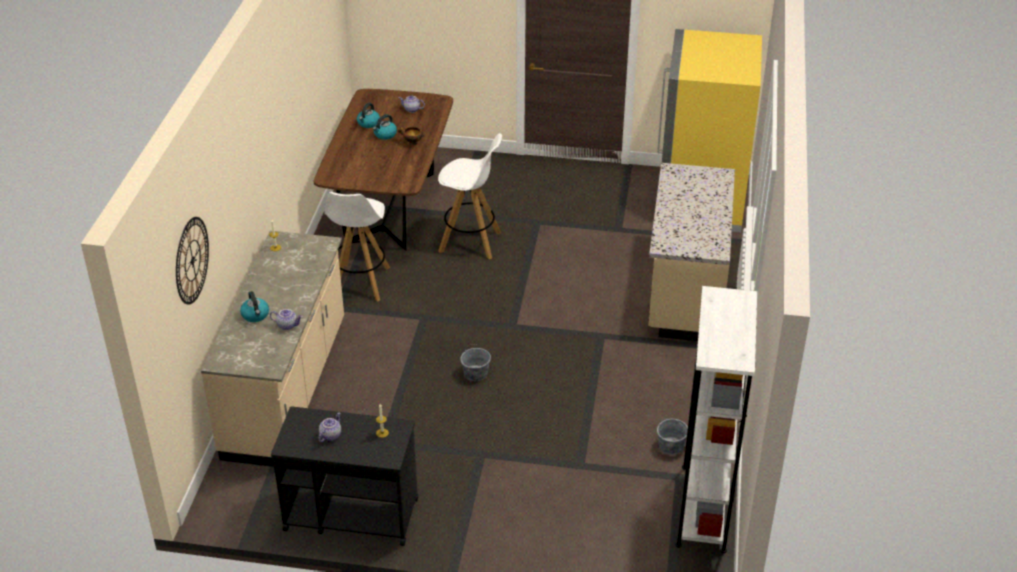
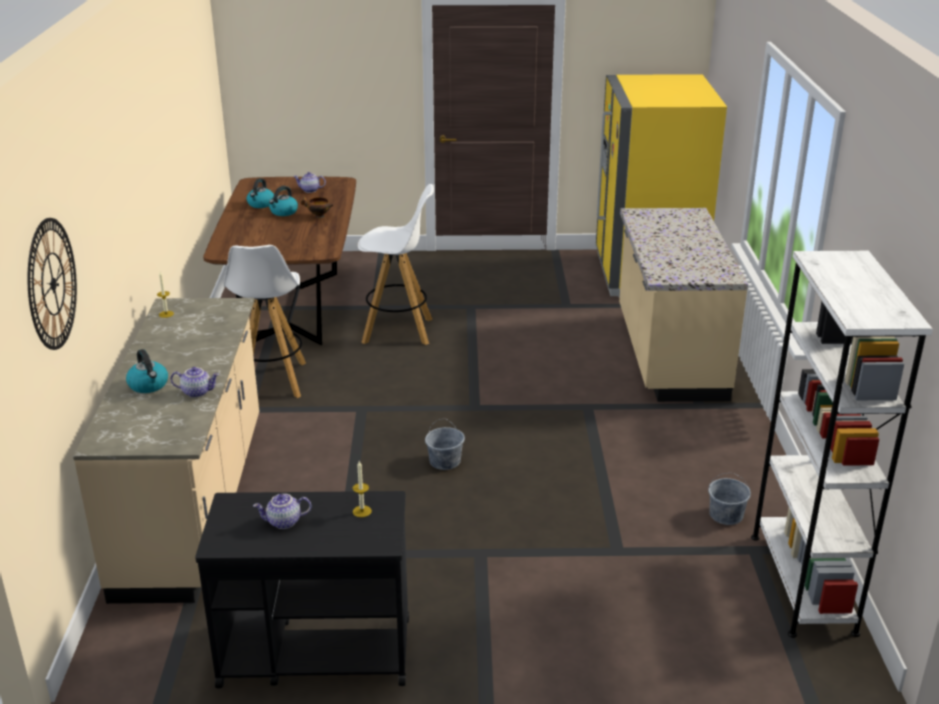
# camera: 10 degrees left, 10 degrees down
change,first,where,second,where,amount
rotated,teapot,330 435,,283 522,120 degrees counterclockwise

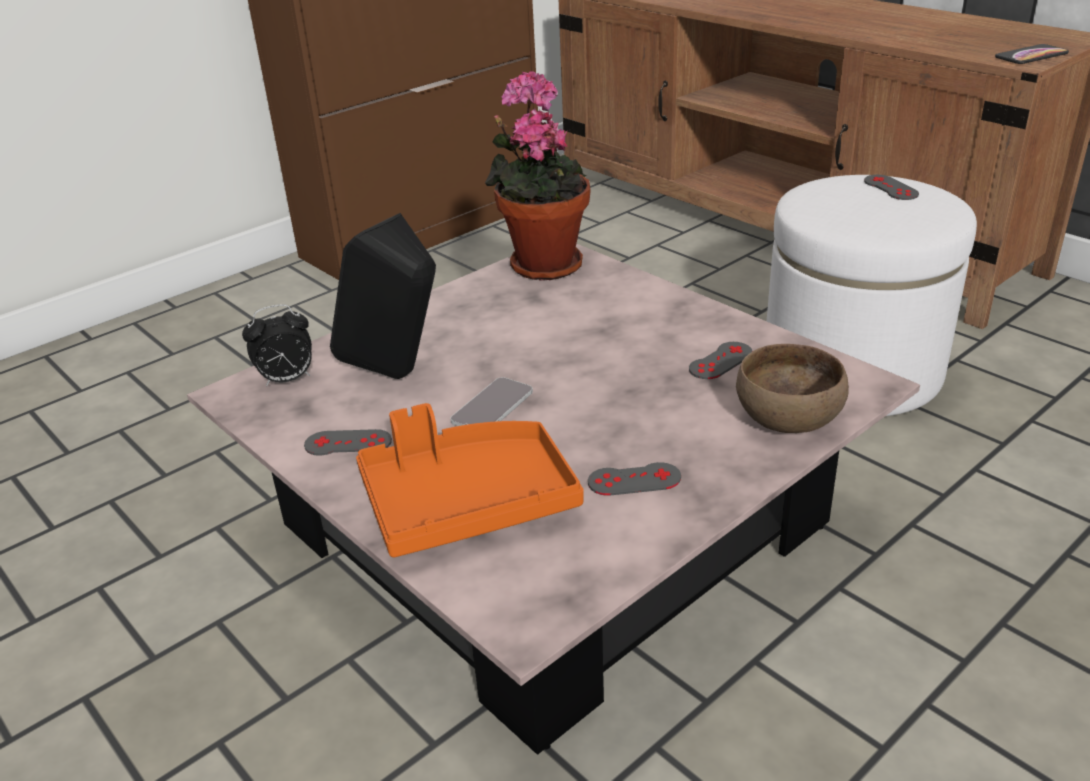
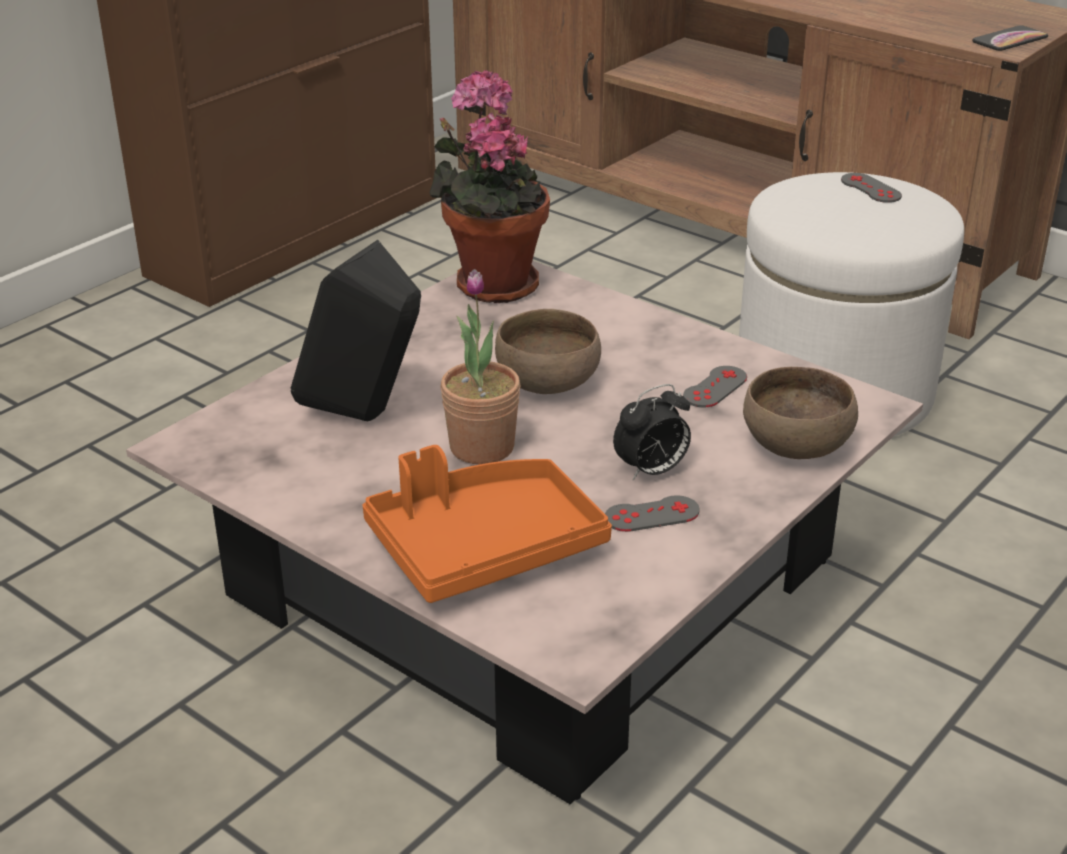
# camera: 10 degrees left, 0 degrees up
change,first,where,second,where,amount
shifted,alarm clock,287 380,,651 471,
gone,game controller/grey,348 443,,,
swapped,phone,492 407,potted plant,482 447,
new,,,bowl/brown,548 382,

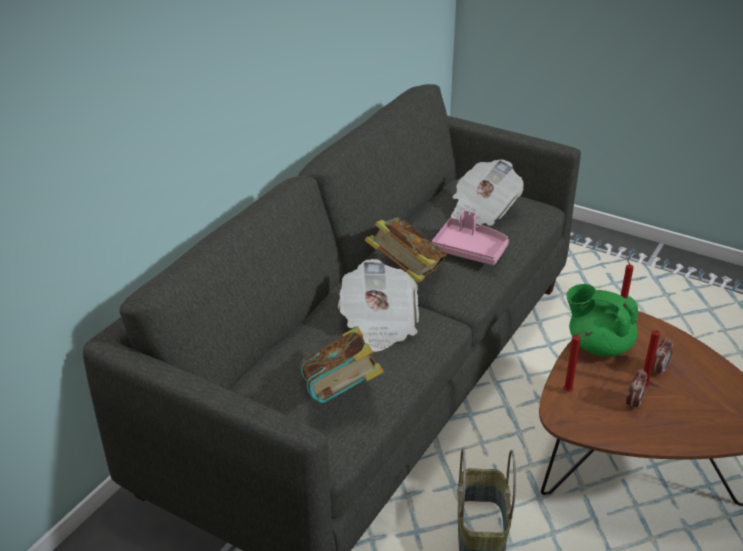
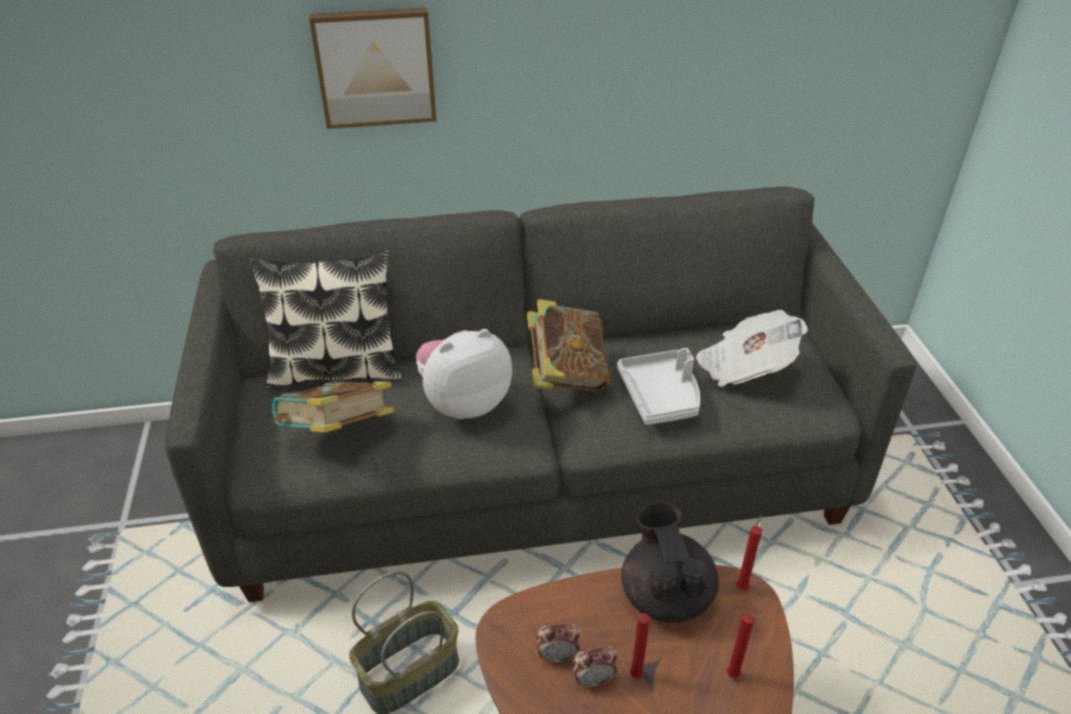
# camera: 50 degrees right, 5 degrees up
change,first,where,second,where,amount
swapped,newspaper,379 324,plush toy,464 402,
repainted,tray/pink,470 250,tray/grey,661 396,
shifted,candle/red,569 391,,734 677,
repainted,teapot/green,598 345,teapot/black,665 594,
shifted,alarm clock,658 371,,558 656,
new,,,pillow,336 369,
new,,,picture,375 67,

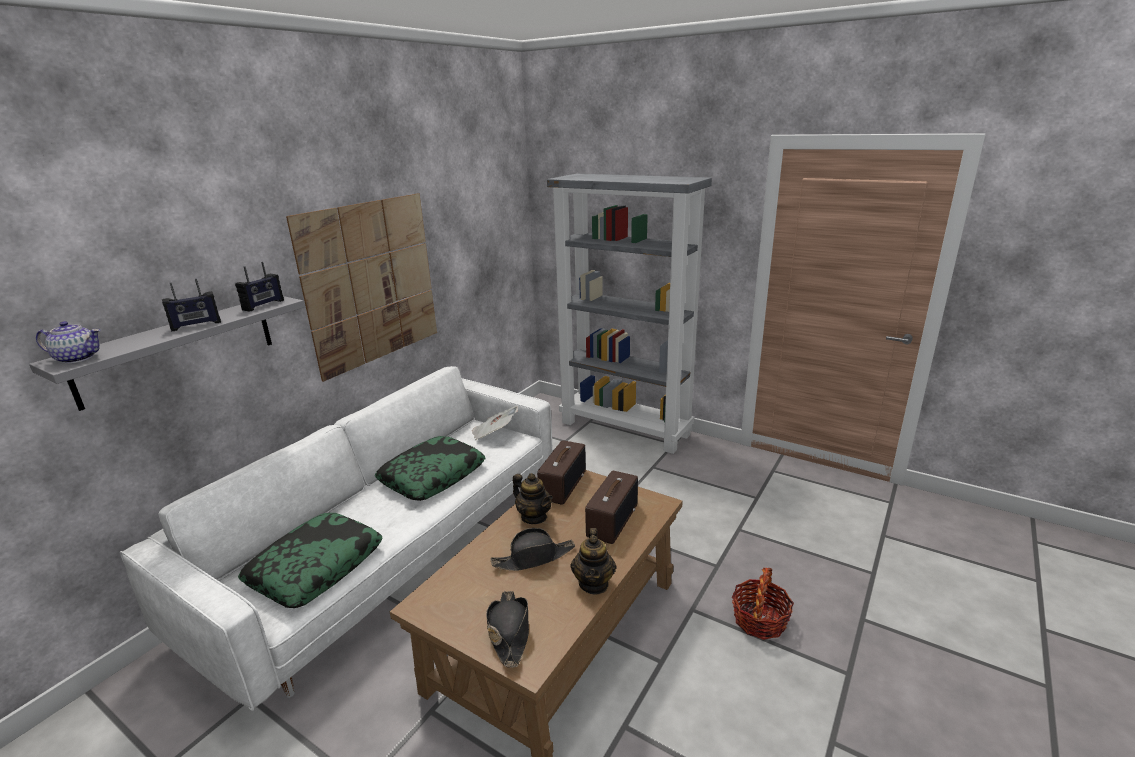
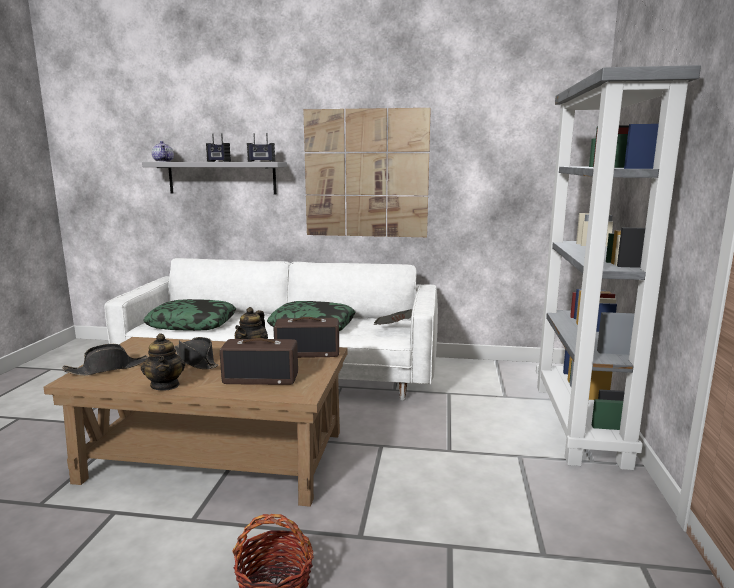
# camera: 65 degrees right, 10 degrees down
change,first,where,second,where,amount
rotated,teapot,594 583,,165 385,90 degrees counterclockwise

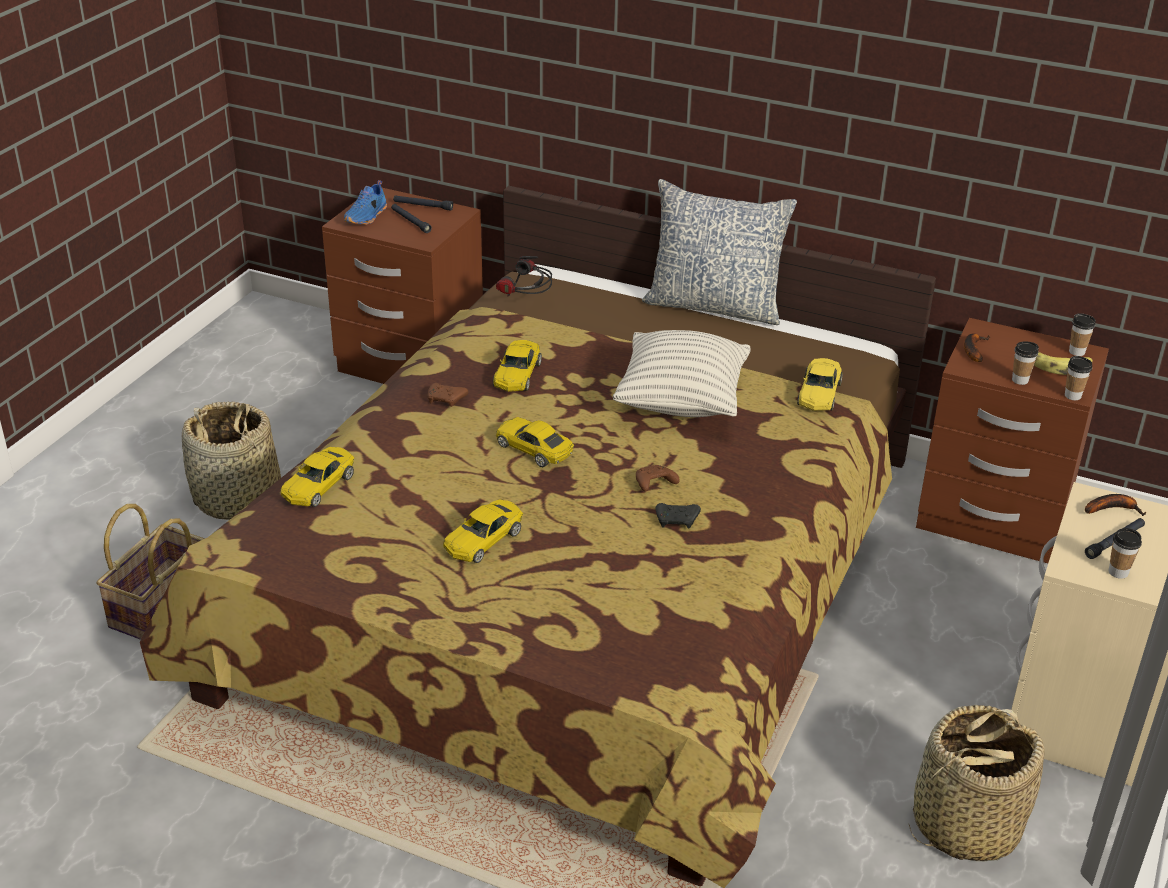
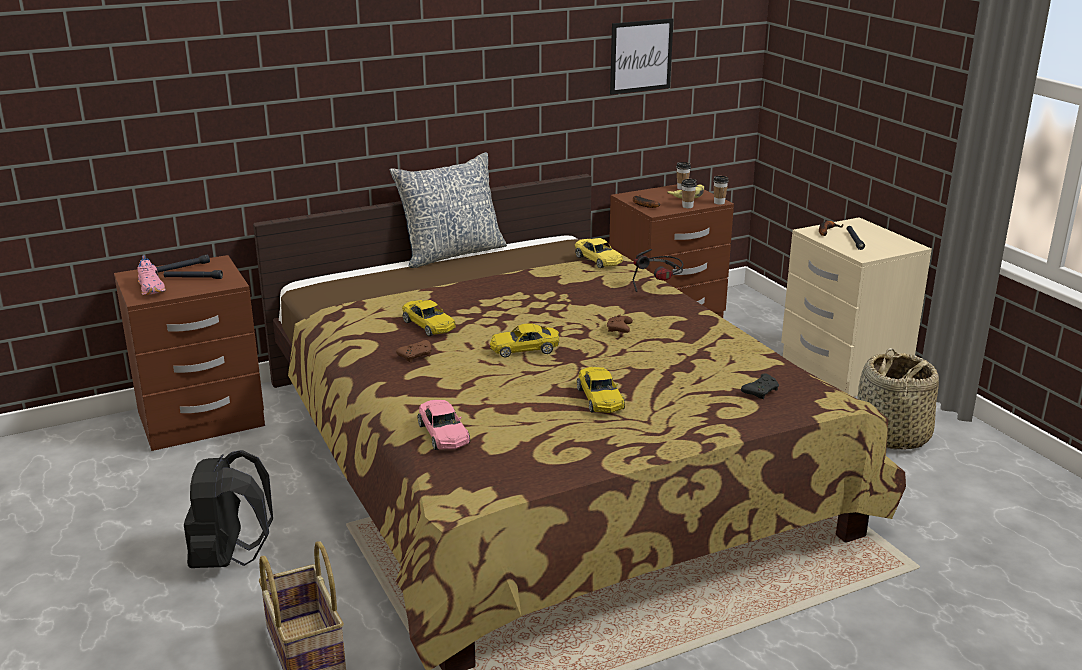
# camera: 50 degrees left, 10 degrees down
change,first,where,second,where,amount
swapped,basket,238 499,backpack/black,229 558,
repainted,toy car/yellow,318 485,toy car/pink,443 433,
repainted,shoe/blue,367 217,shoe/pink,152 288,
shifted,headphones,526 305,,659 291,
gone,pillow,681 402,,,
shifted,game controller/black,677 521,,761 391,
gone,cup,1118 572,,,
new,,,picture,641 56,

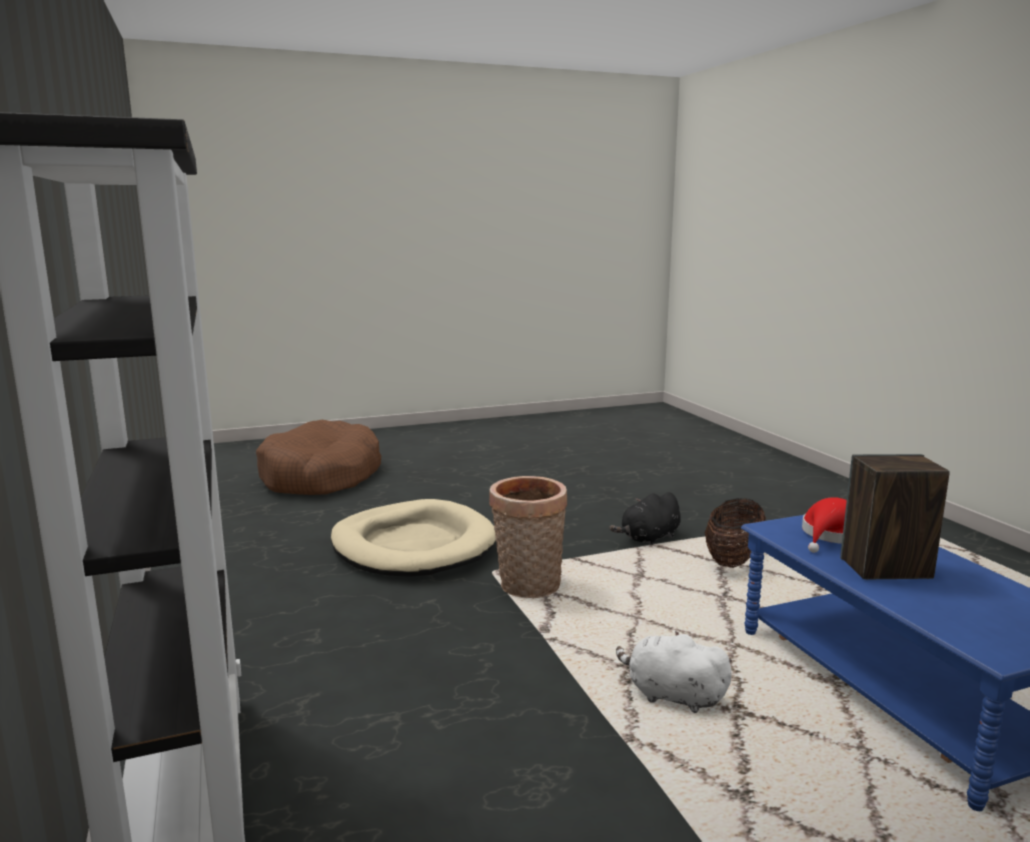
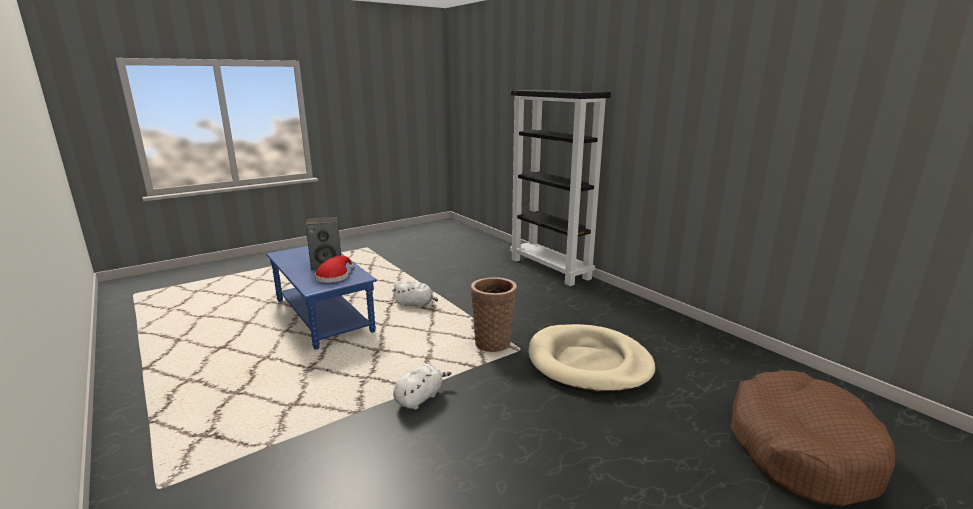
# camera: 165 degrees right, 5 degrees up
change,first,where,second,where,amount
repainted,plush toy/black,649 538,plush toy/white,420 398,
gone,basket,733 559,,,

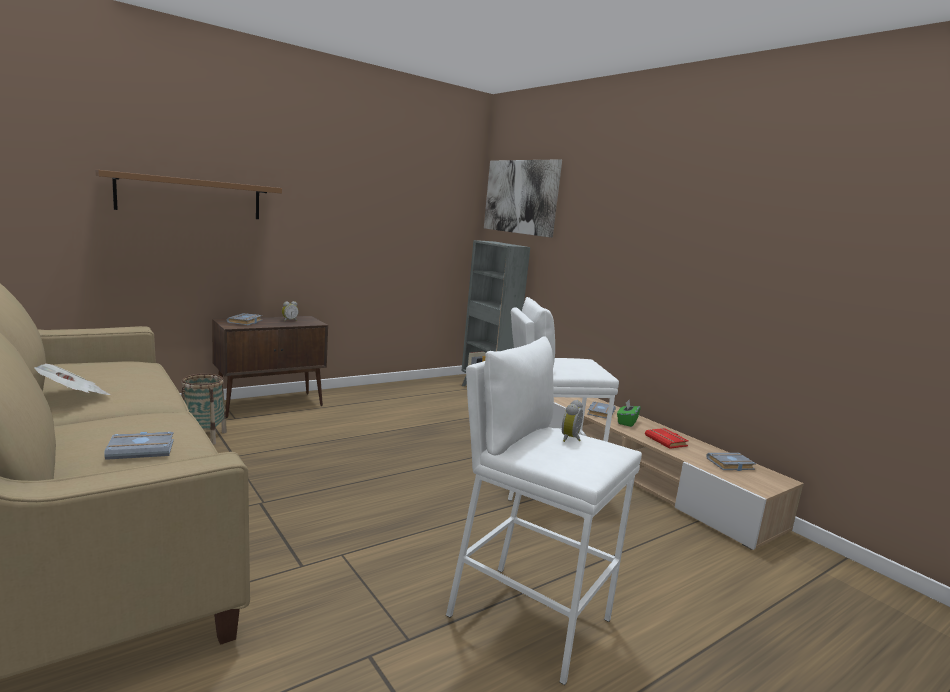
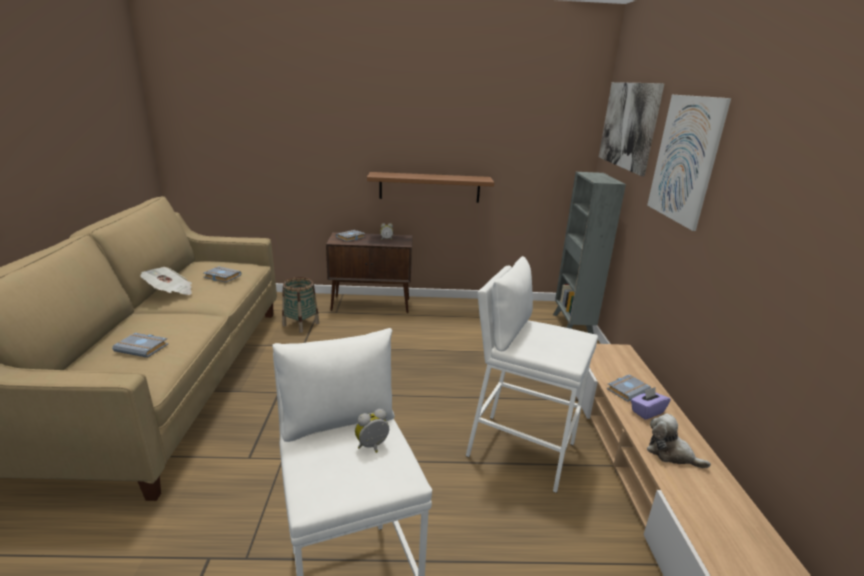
# camera: 35 degrees right, 10 degrees up
change,first,where,second,where,amount
shifted,shelf/brown,190 197,,429 187,
repainted,tissue box/green,626 422,tissue box/purple,647 411,
swapped,book/red,667 441,plush toy,671 453,
shifted,book/grey,730 465,,221 277,
new,,,picture,685 159,

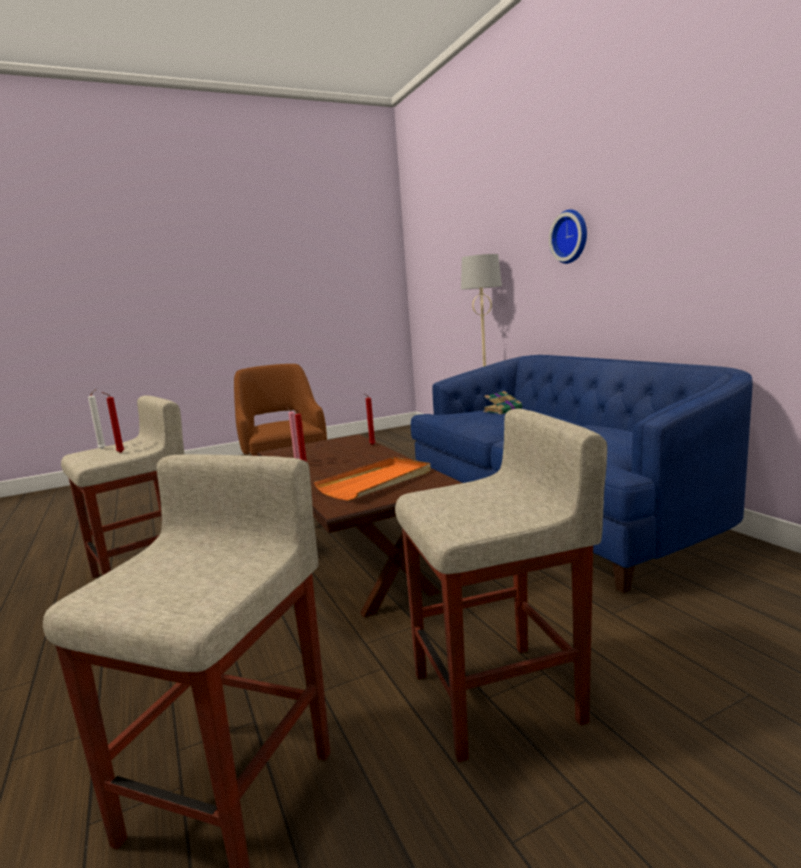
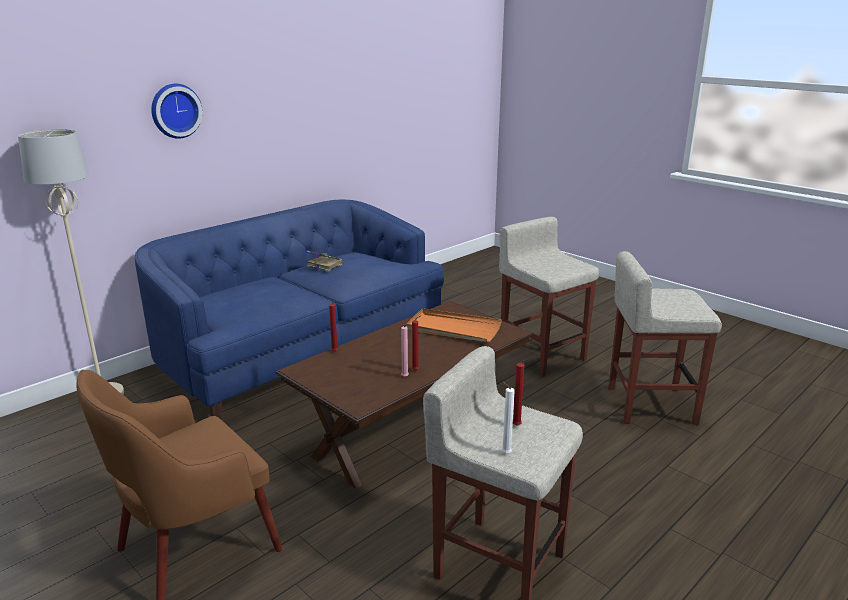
# camera: 110 degrees left, 10 degrees up
change,first,where,second,where,amount
shifted,book,503 410,,324 265,

